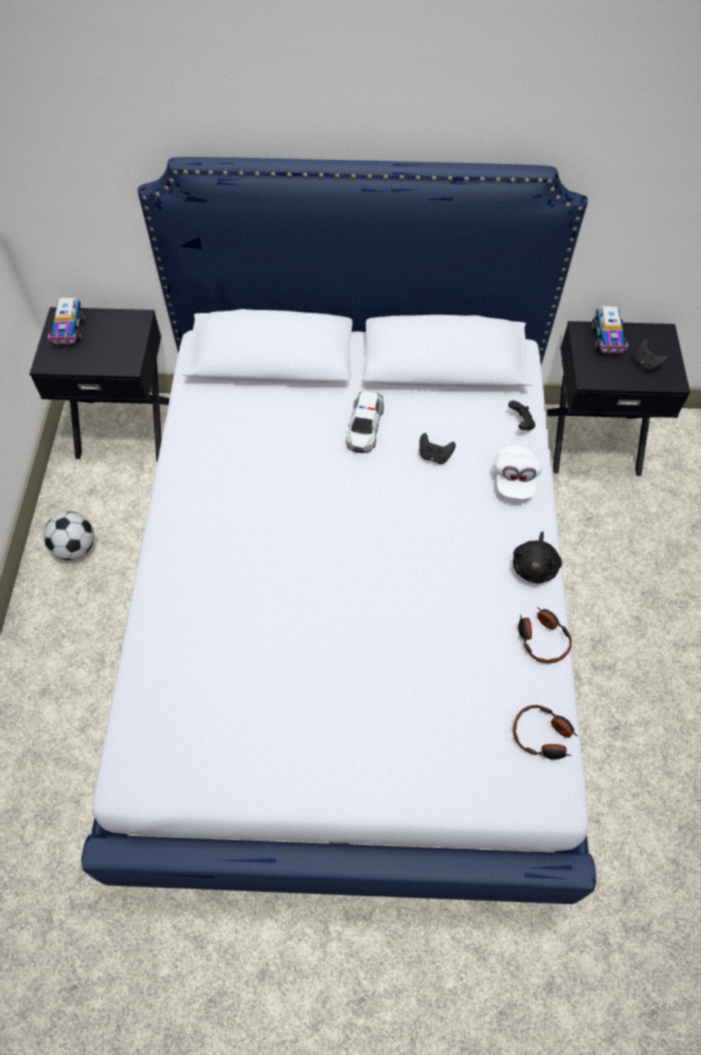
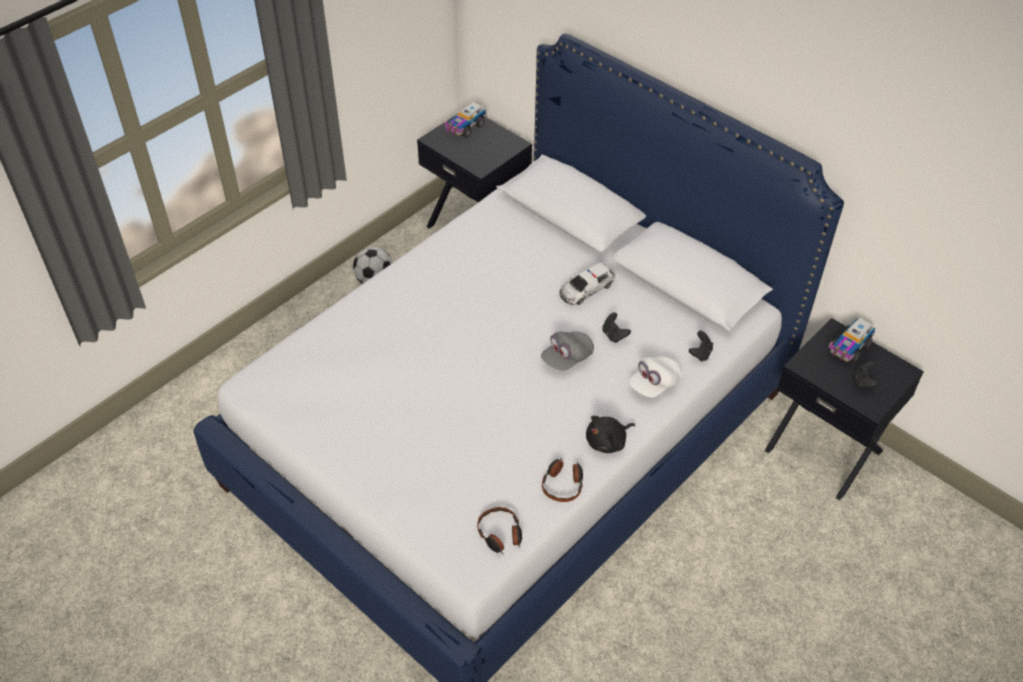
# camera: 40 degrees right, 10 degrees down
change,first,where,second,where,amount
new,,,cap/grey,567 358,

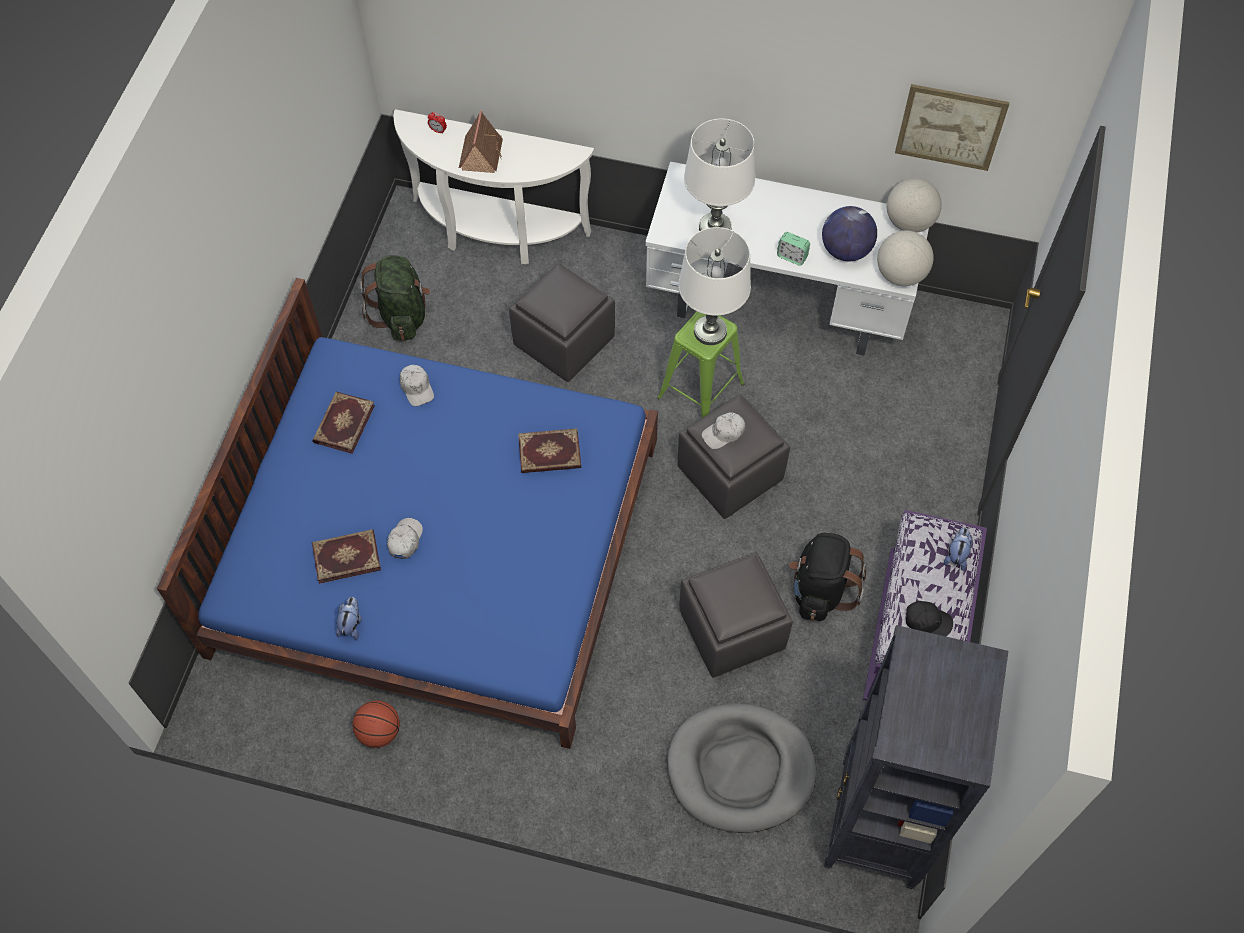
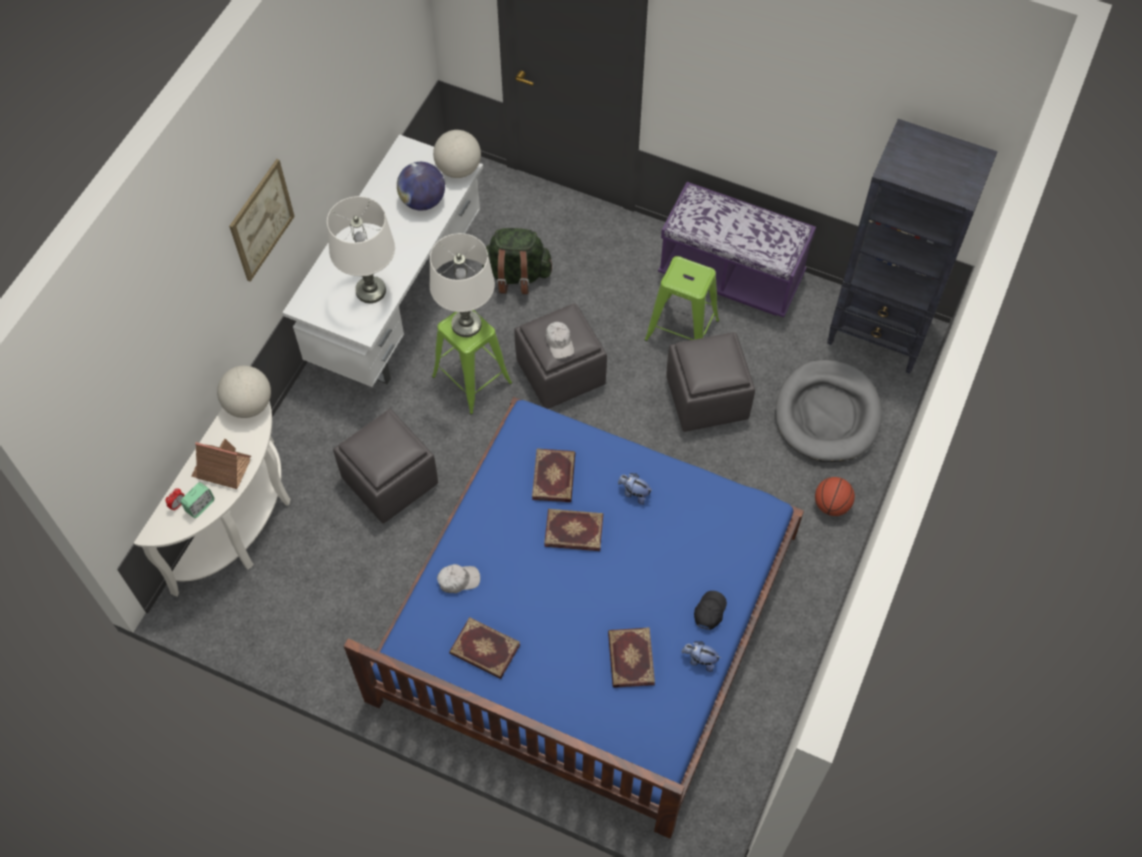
# camera: 80 degrees left, 0 degrees up
change,first,where,second,where,amount
shifted,basketball,379 731,,831 505,
shifted,backpack/green,402 315,,516 275,
gone,cap/white,405 540,,,
shifted,alarm clock,792 256,,200 506,
swapped,backpack/black,820 590,stool/green,681 329,
shifted,globe,909 222,,249 405,
shifted,picture,950 127,,261 220,
shifted,cap/black,927 621,,709 611,
shifted,plush toy,956 555,,634 493,
new,,,book,574 530,

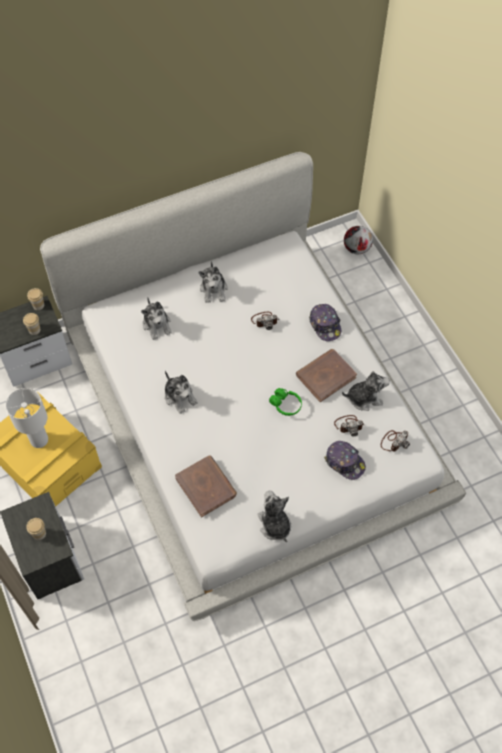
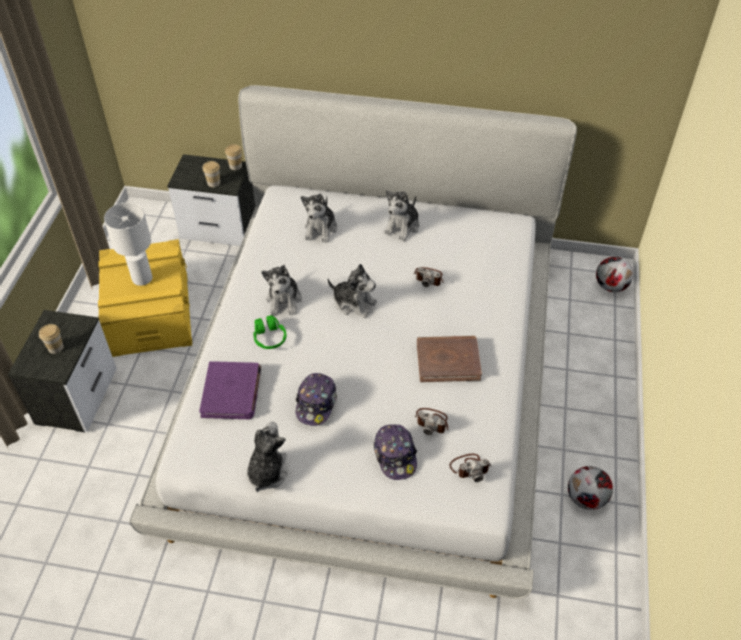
# camera: 35 degrees right, 10 degrees down
change,first,where,second,where,amount
repainted,book/brown,206 487,book/purple,231 392,
shifted,headphones/green,285 405,,269 337,
shifted,cap,325 325,,316 403,
shifted,plush toy,364 398,,354 303,
new,,,football,586 499,

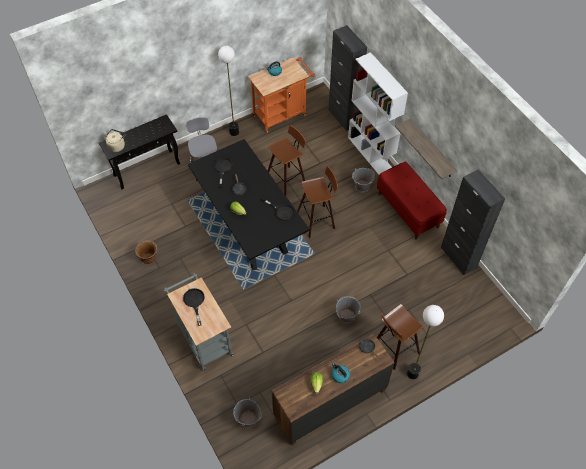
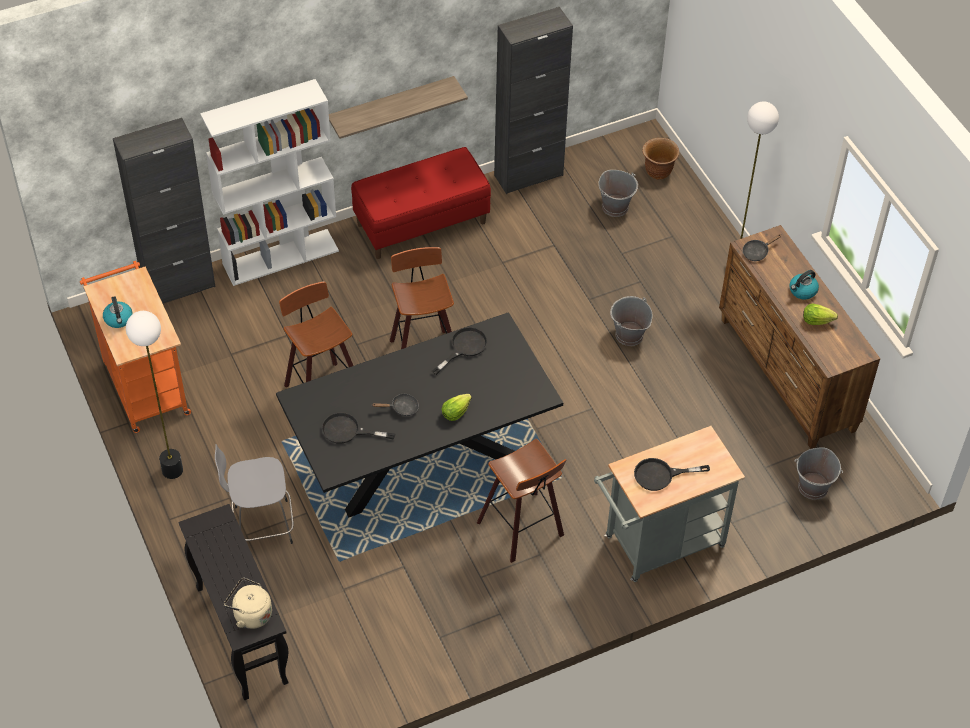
# camera: 85 degrees left, 5 degrees down
change,first,where,second,where,amount
shifted,planter/brown,149 258,,658 171,
shifted,bucket/grey,362 187,,615 207,
shifted,stool,393 349,,524 529,

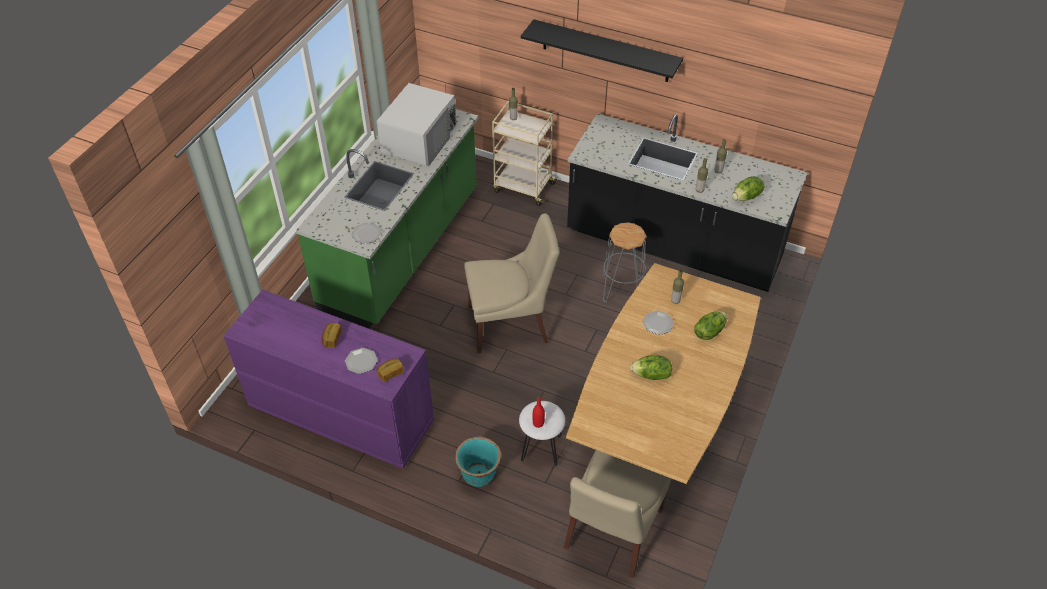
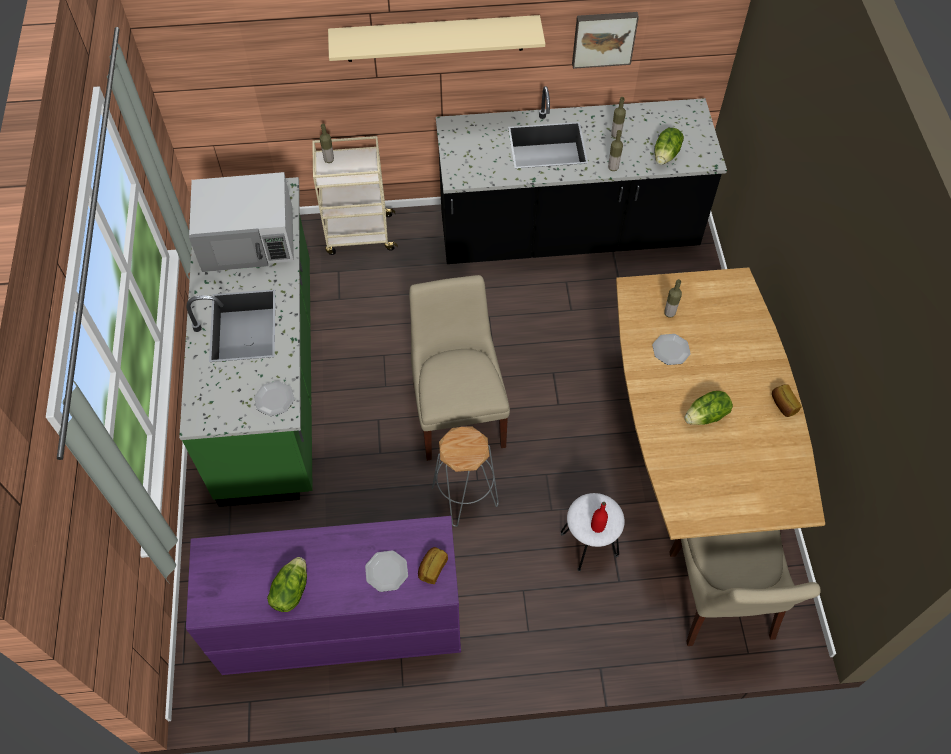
# camera: 30 degrees left, 10 degrees up
change,first,where,second,where,amount
shifted,bread,331 339,,783 405,
rotated,microwave/white,420 138,,248 238,90 degrees clockwise
gone,planter/turquoise,479 475,,,
rotated,chair/beige,511 323,,458 411,60 degrees counterclockwise
repainted,shelf/black,605 51,shelf/beige,435 38,
shifted,stool/grey,622 288,,465 495,
shifted,lettuce,709 331,,290 591,
new,,,picture,603 38,

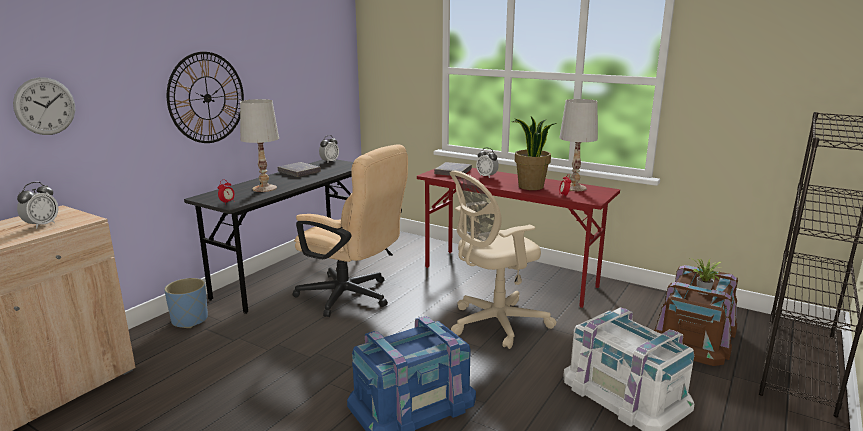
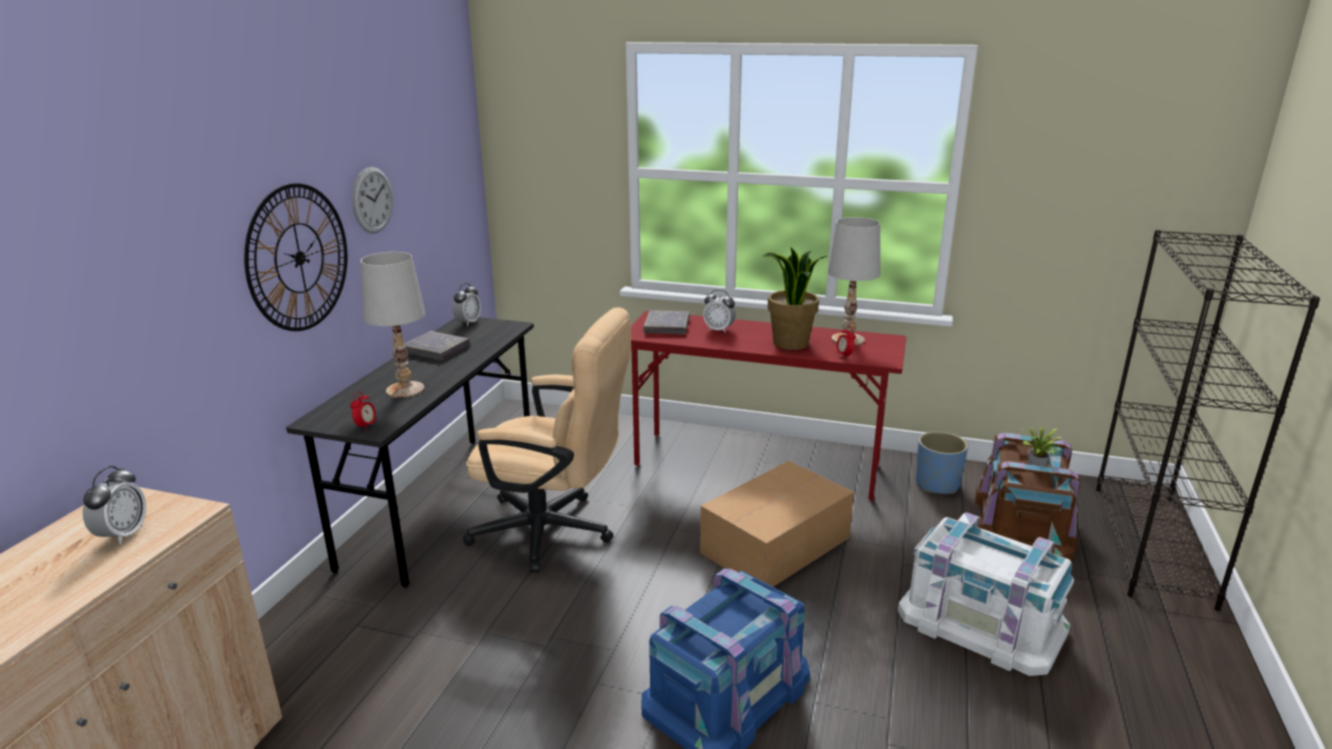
# camera: 15 degrees left, 5 degrees up
change,first,where,second,where,amount
shifted,wall clock,45 106,,372 200,
shifted,planter/blue,190 320,,936 484,
swapped,office chair/beige,494 324,cardboard box,773 545,

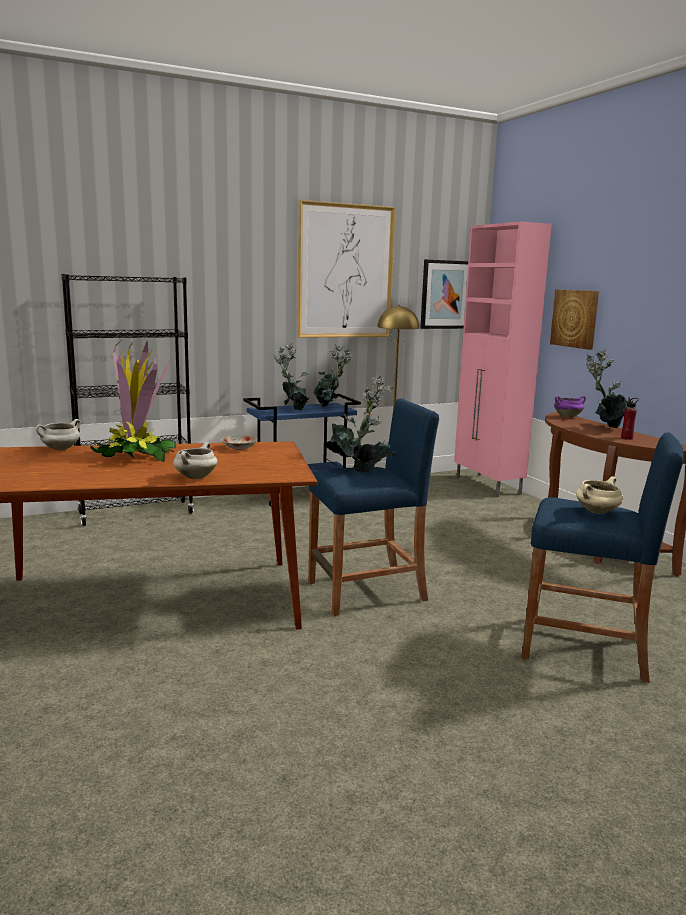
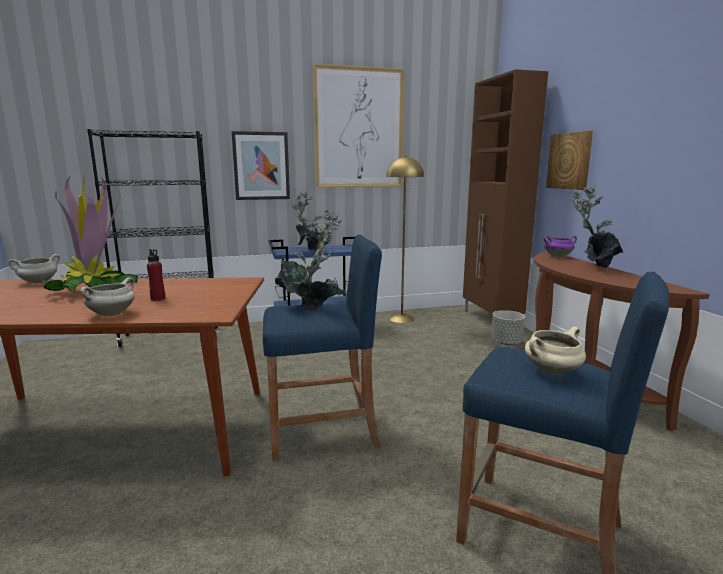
# camera: 10 degrees right, 0 degrees up
change,first,where,second,where,amount
gone,plate,239 448,,,
gone,potted plant,329 407,,,
shifted,picture,445 294,,261 166,
repainted,cabinet/pink,488 486,cabinet/brown,491 320,
shifted,bottle/red,626 438,,158 299,
new,,,planter/grey,506 342,

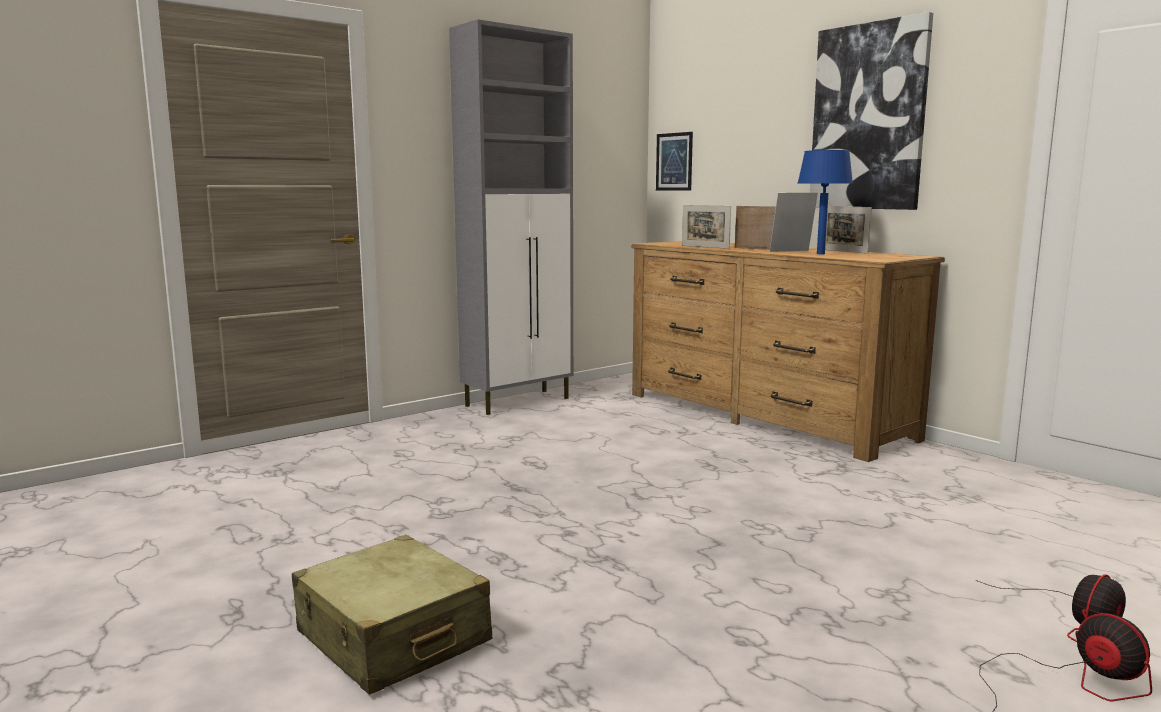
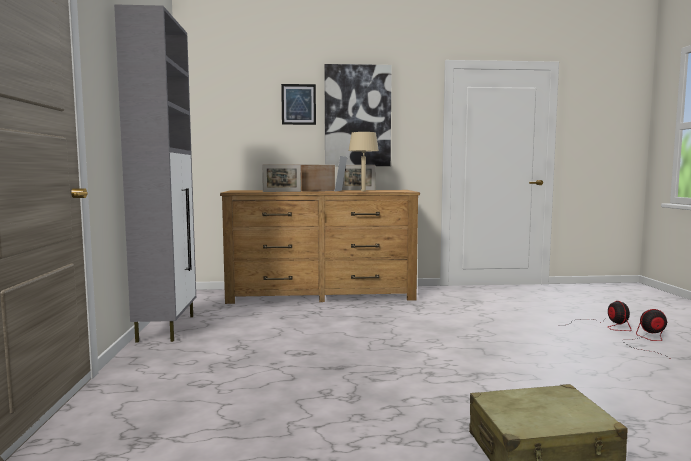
# camera: 55 degrees left, 5 degrees down
change,first,where,second,where,amount
shifted,picture,674 161,,298 104,
repainted,table lamp/blue,820 254,table lamp/beige,363 191,

